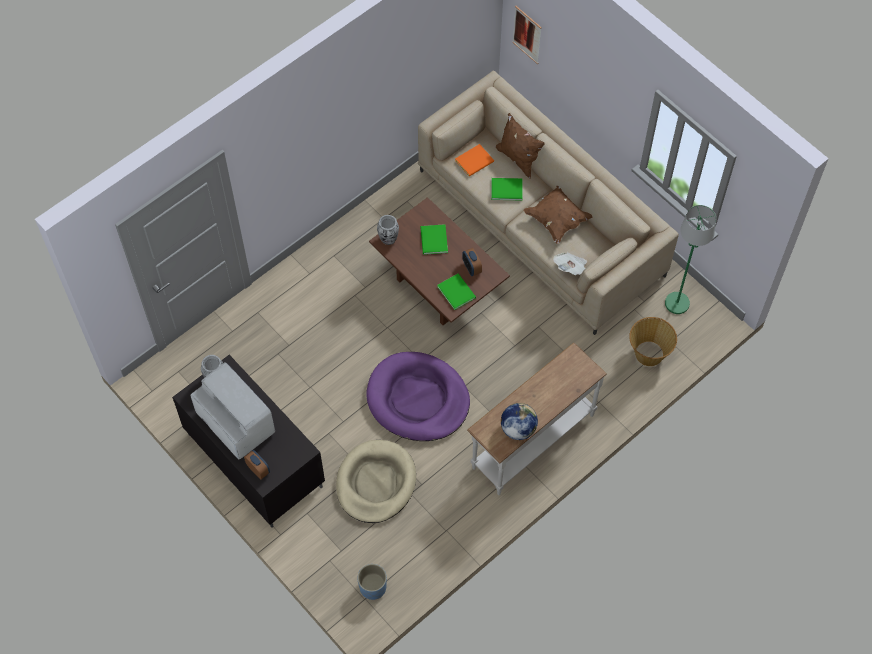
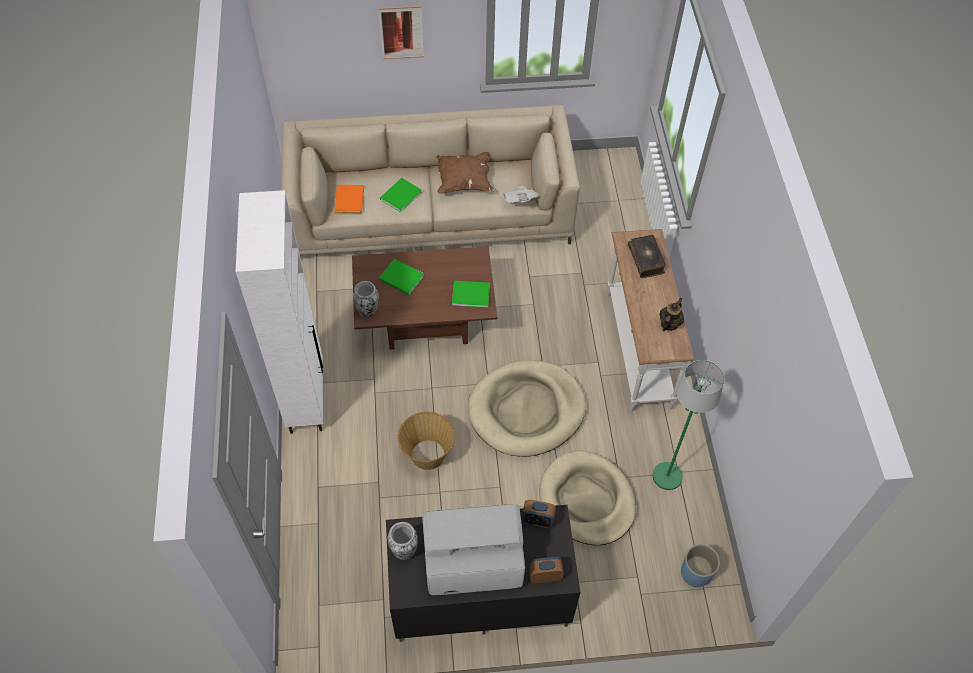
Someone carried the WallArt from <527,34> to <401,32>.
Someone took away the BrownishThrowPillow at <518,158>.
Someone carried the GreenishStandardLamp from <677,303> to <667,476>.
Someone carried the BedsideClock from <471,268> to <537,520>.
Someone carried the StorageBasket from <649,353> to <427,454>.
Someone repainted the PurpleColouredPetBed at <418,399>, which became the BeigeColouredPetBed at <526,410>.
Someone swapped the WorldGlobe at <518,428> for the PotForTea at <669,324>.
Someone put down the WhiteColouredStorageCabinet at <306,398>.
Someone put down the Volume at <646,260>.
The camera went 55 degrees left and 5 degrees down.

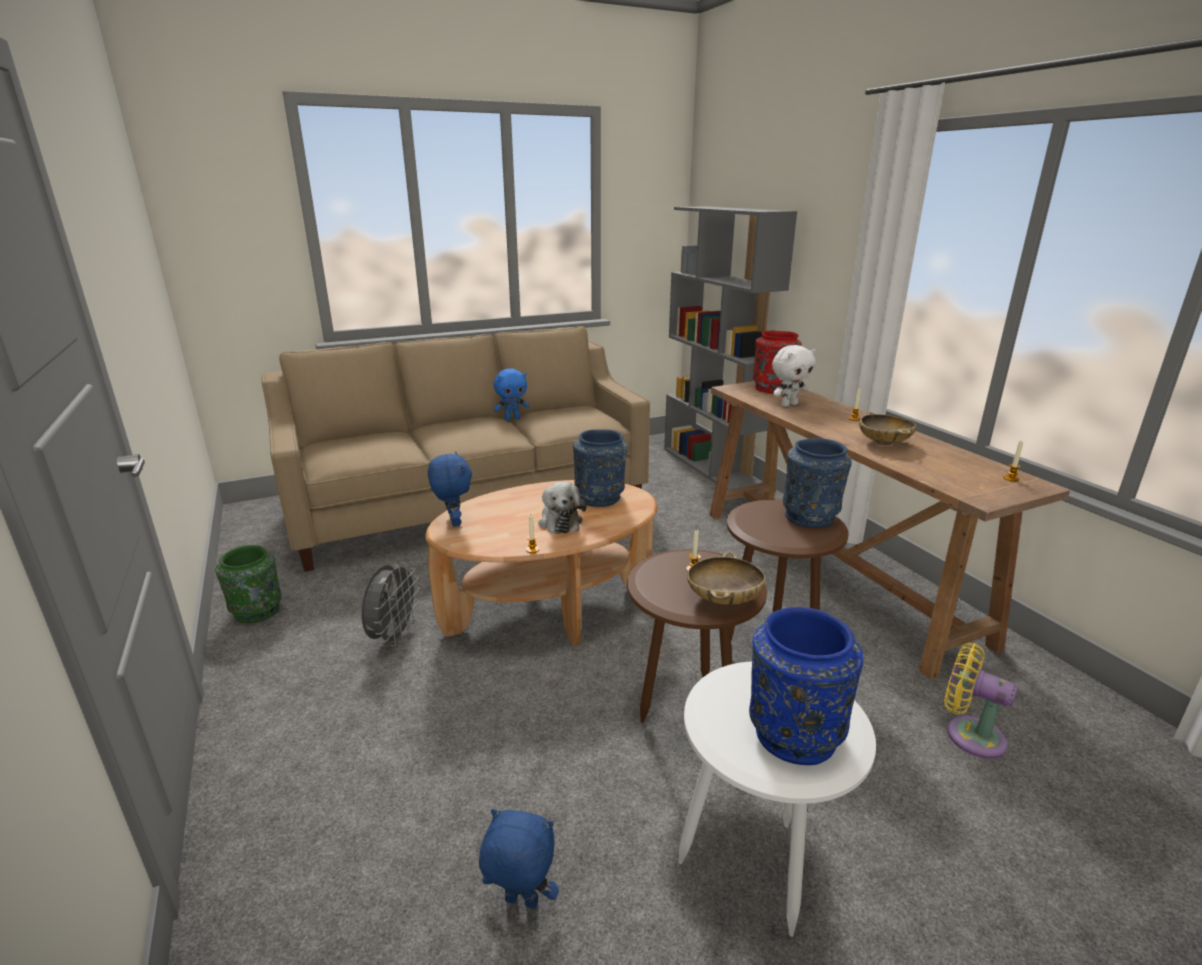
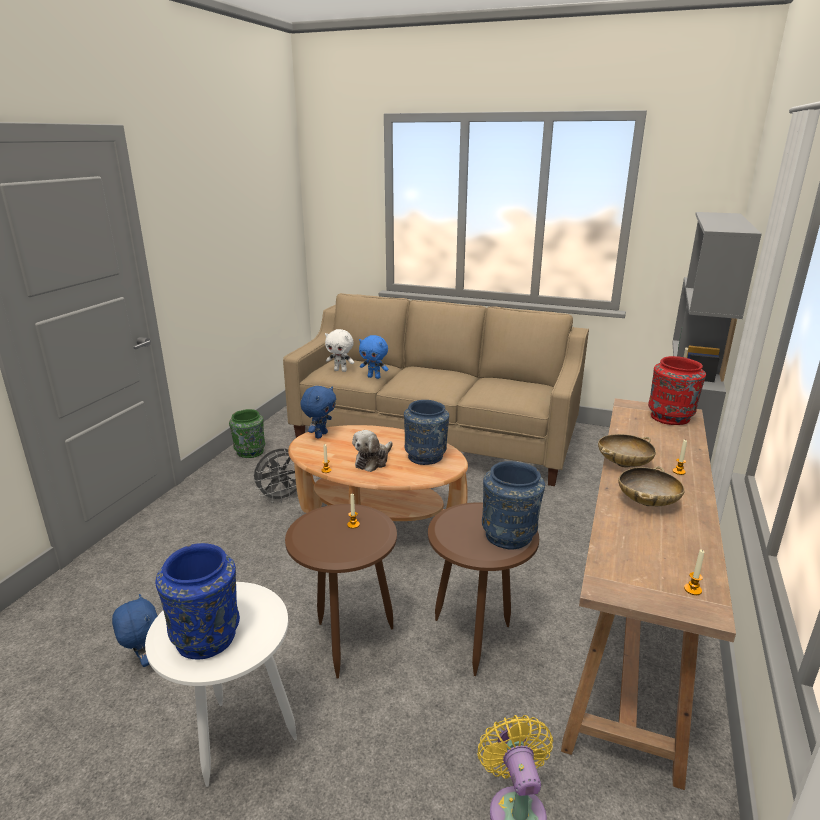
Someone carried the WhiteColouredSoftToy from <789,404> to <341,370>.
Someone carried the BlueColouredSoftToy from <512,418> to <374,377>.
Someone carried the BeigeColouredServingBowl from <723,599> to <623,464>.
The camera went 45 degrees right and 0 degrees up.

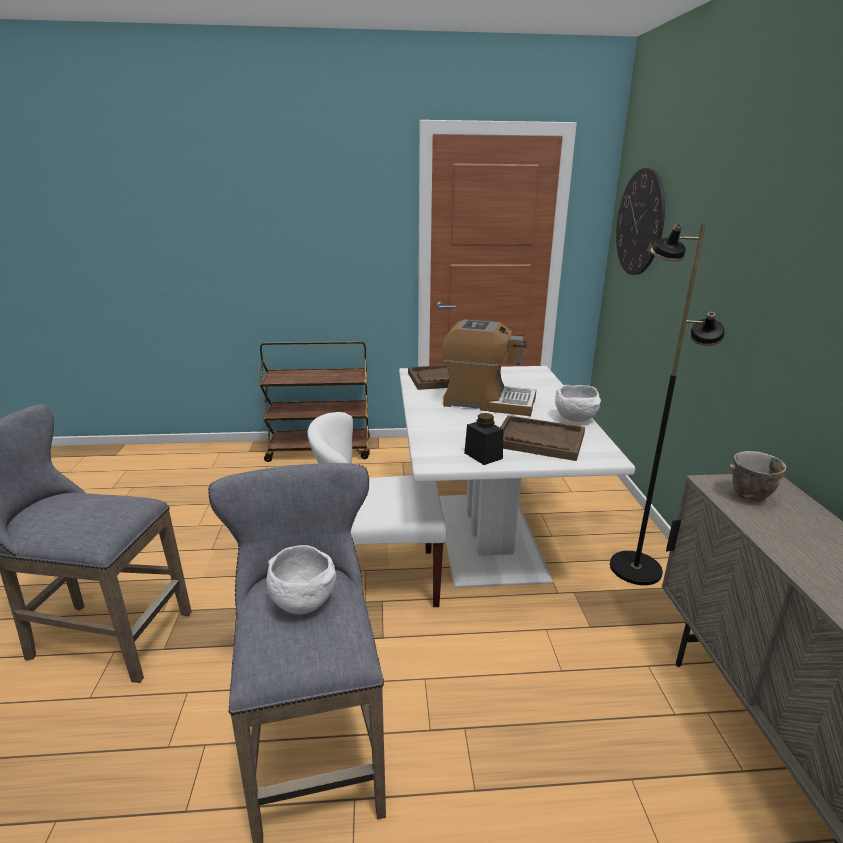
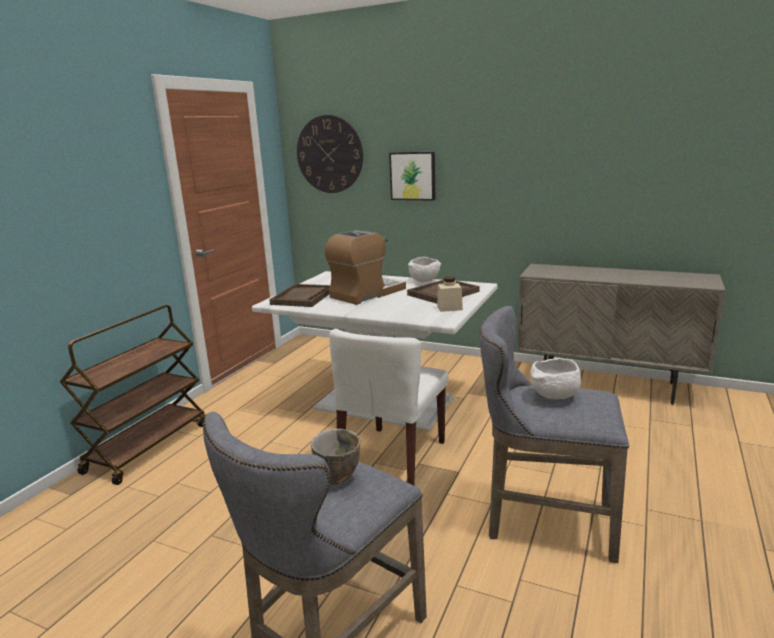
Someone took away the BlackishStandardLamp at <635,568>.
Someone repainted the BlackishPreserveJar at <483,455>, which became the BeigeColouredPreserveJar at <449,308>.
Someone carried the ServingBowl from <747,497> to <336,480>.
Someone put up the WallArt at <413,176>.
The camera went 60 degrees left and 5 degrees down.

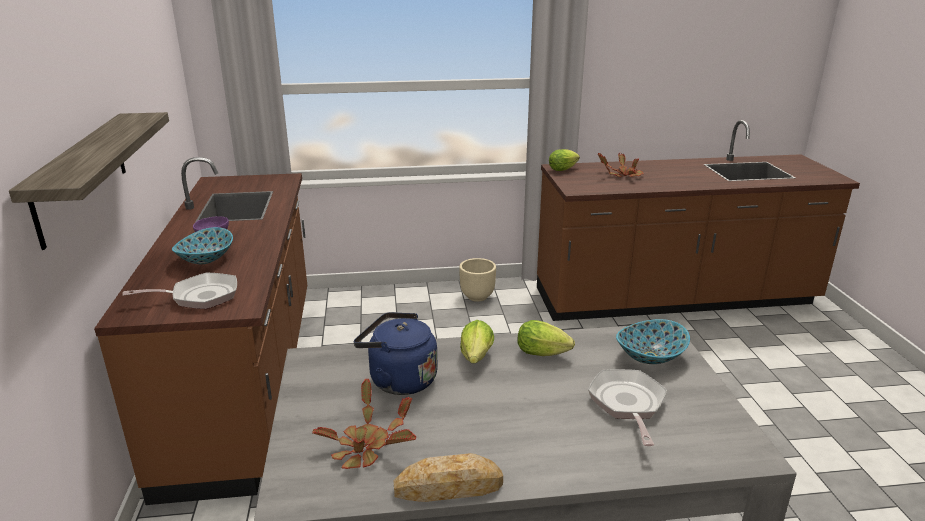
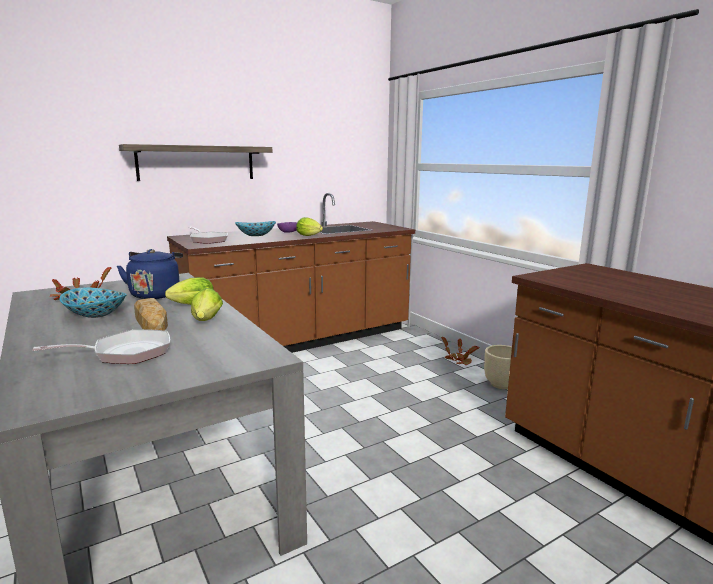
Someone carried the LettuceHead from <564,169> to <310,236>.
Someone carried the Houseplant from <622,175> to <458,360>.
Someone carried the ServingBowl from <649,356> to <96,314>.
Someone carried the Bread from <448,486> to <151,321>.
The camera went 65 degrees right and 10 degrees down.

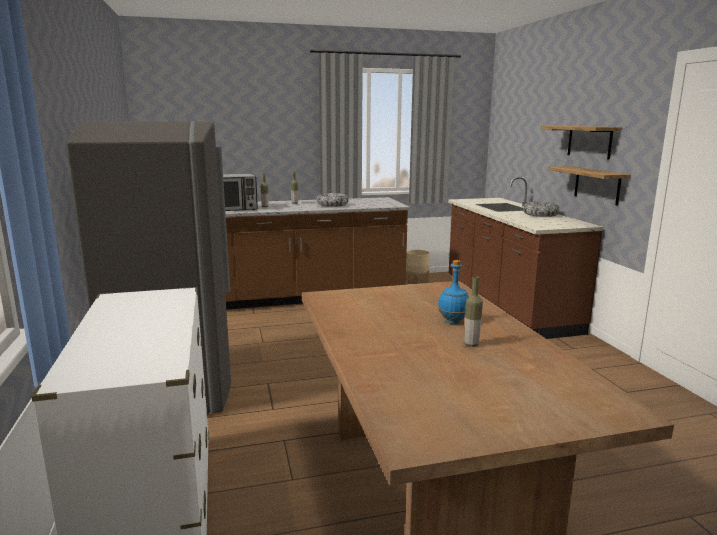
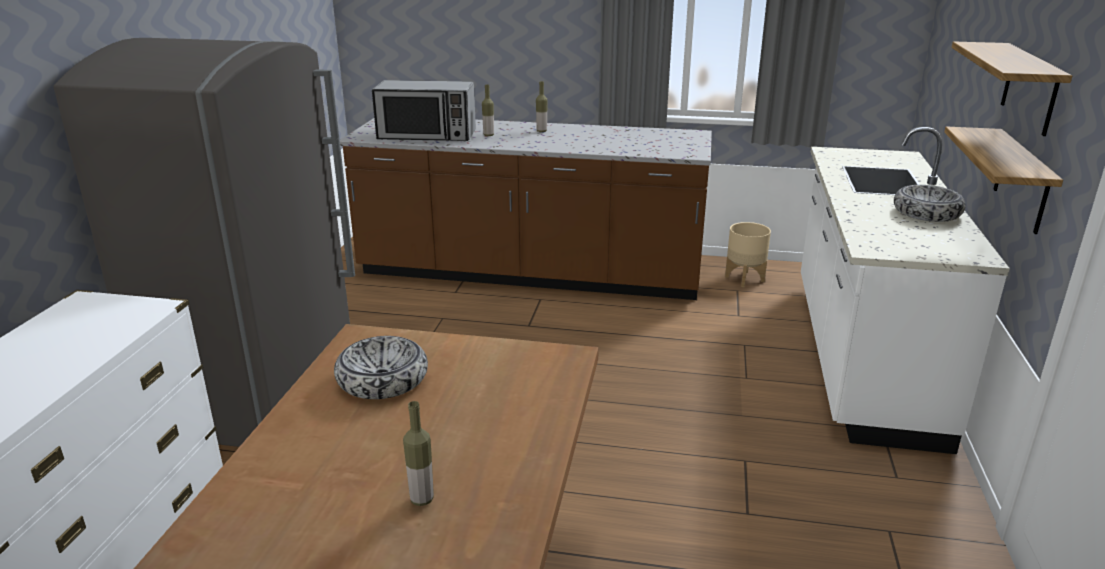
Someone repainted the BrownishKitchenCounter at <507,305>, which became the WhiteColouredKitchenCounter at <860,356>.
Someone carried the ServingBowl from <332,205> to <382,379>.
Someone took away the BlueColouredDrinkBottle at <453,321>.
The camera went 25 degrees right and 10 degrees up.

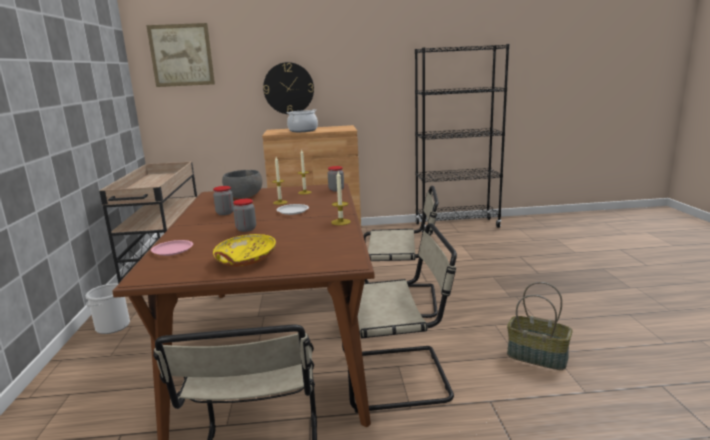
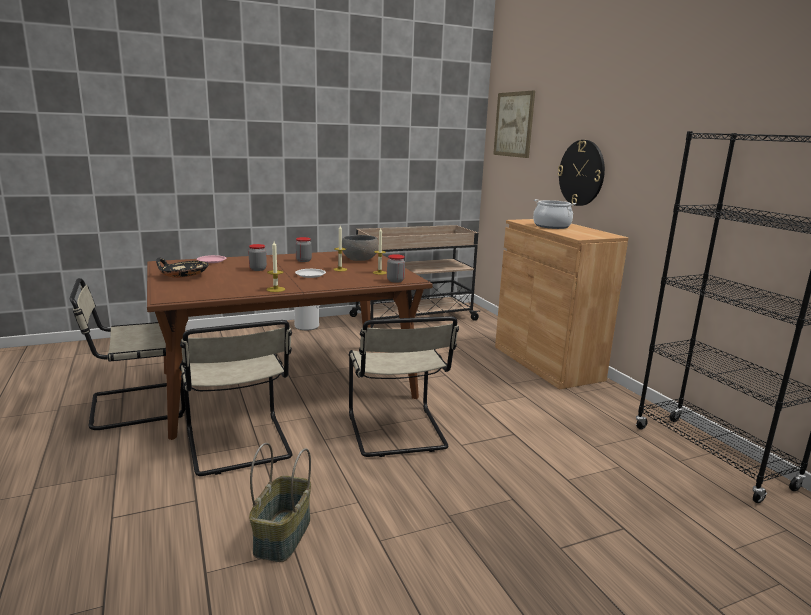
Someone repainted the YellowColouredServingBowl at <245,260>, which became the BlackishServingBowl at <183,276>.
The camera went 70 degrees right and 0 degrees up.

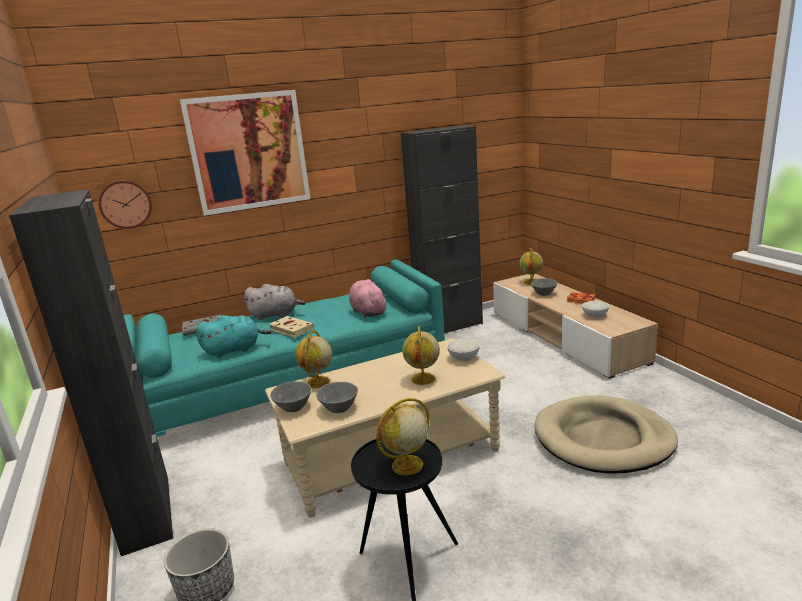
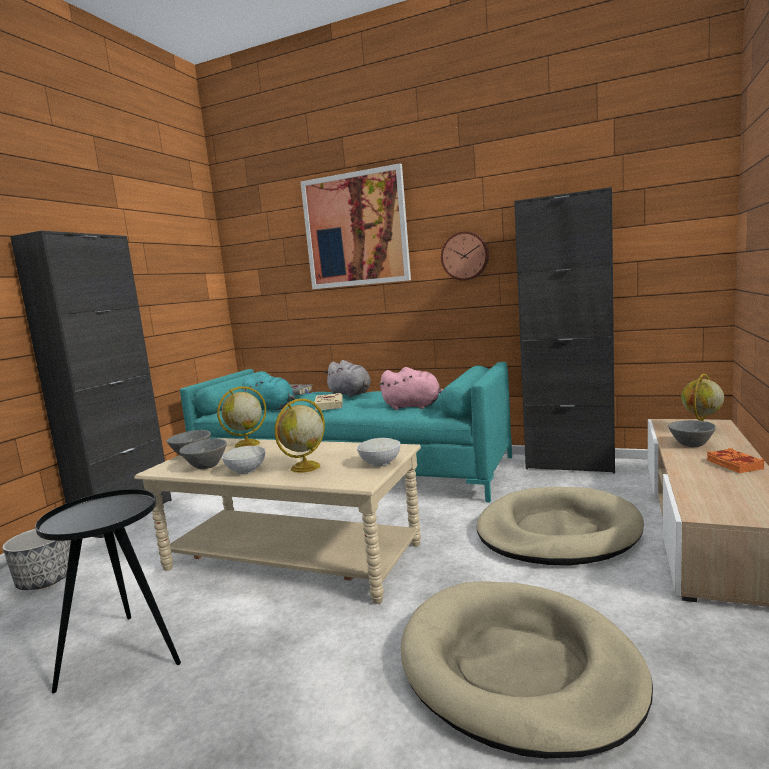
Someone carried the WallClock from <125,204> to <465,256>.
Someone rotated the PinkColouredSoftToy at <368,312> by 90 degrees clockwise.
Someone carried the WhiteColouredServingBowl from <595,315> to <245,470>.
Someone took away the WorldGlobe at <406,466>.
Someone put down the BeigeColouredPetBed at <557,532>.
The camera went 45 degrees right and 10 degrees down.

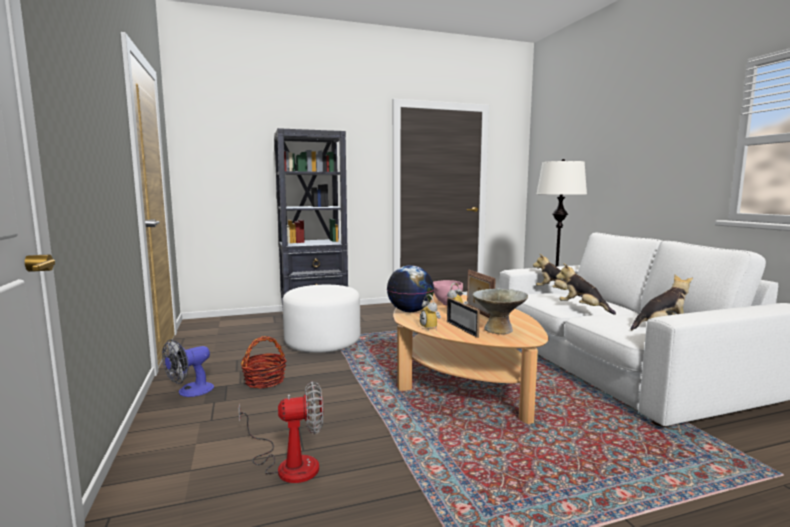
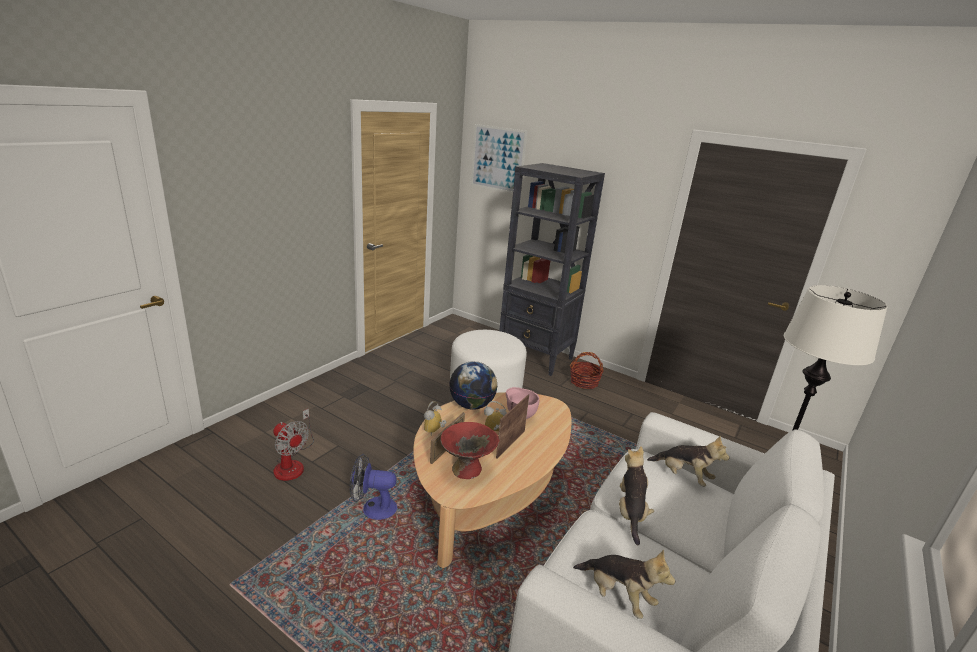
Someone rotated the SoftToy at <555,292> by 120 degrees clockwise.
Someone repainted the GreyishServingBowl at <498,329>, which became the RedServingBowl at <467,469>.
Someone carried the StorageBasket from <265,381> to <584,382>.
Someone carried the Fan from <190,392> to <373,508>.
Someone put up the WallArt at <498,159>.
The camera went 50 degrees right and 15 degrees up.

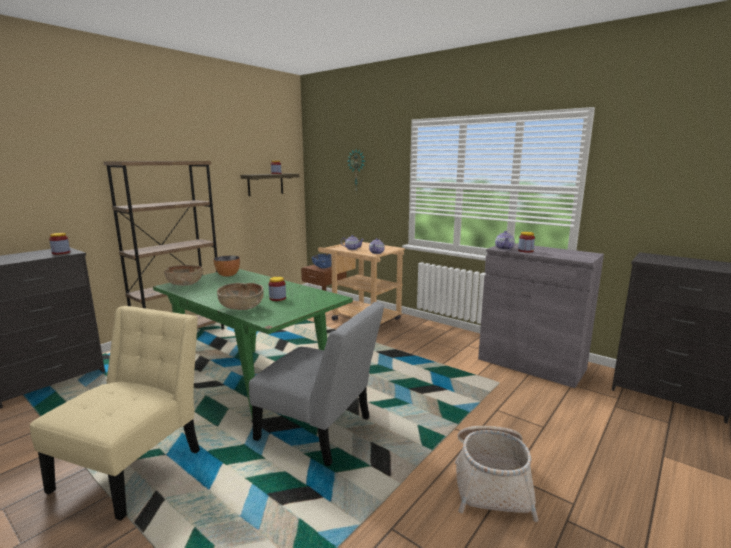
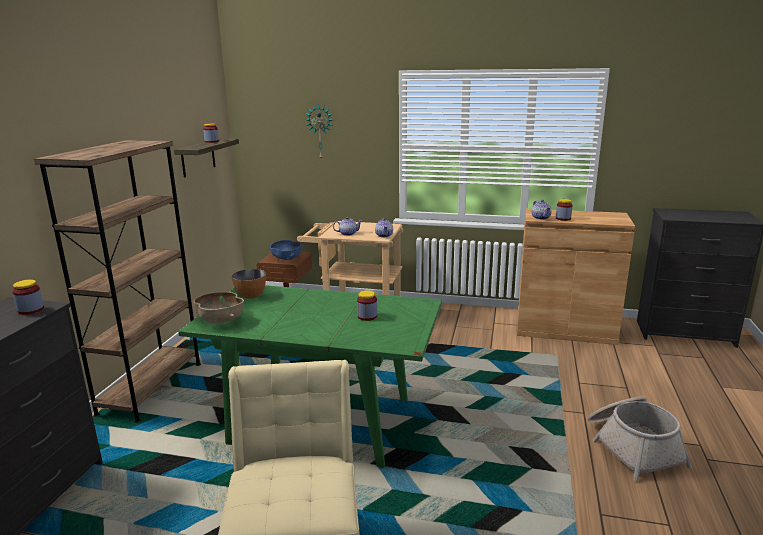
Someone repainted the GreyishStorageCabinet at <531,364>, which became the BrownishStorageCabinet at <565,329>.
Someone took away the BrownishServingBowl at <242,308>.
Someone took away the GreyishChair at <319,431>.
The camera went 25 degrees left and 5 degrees up.

